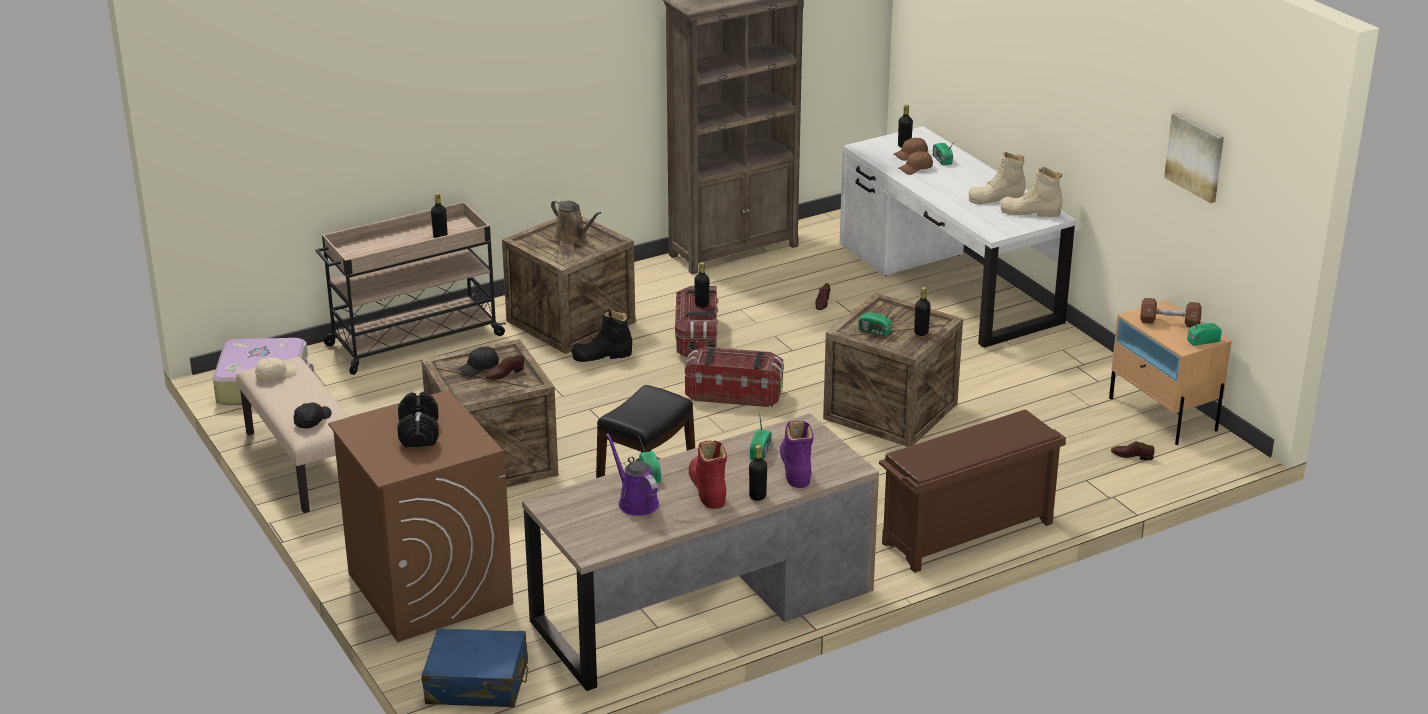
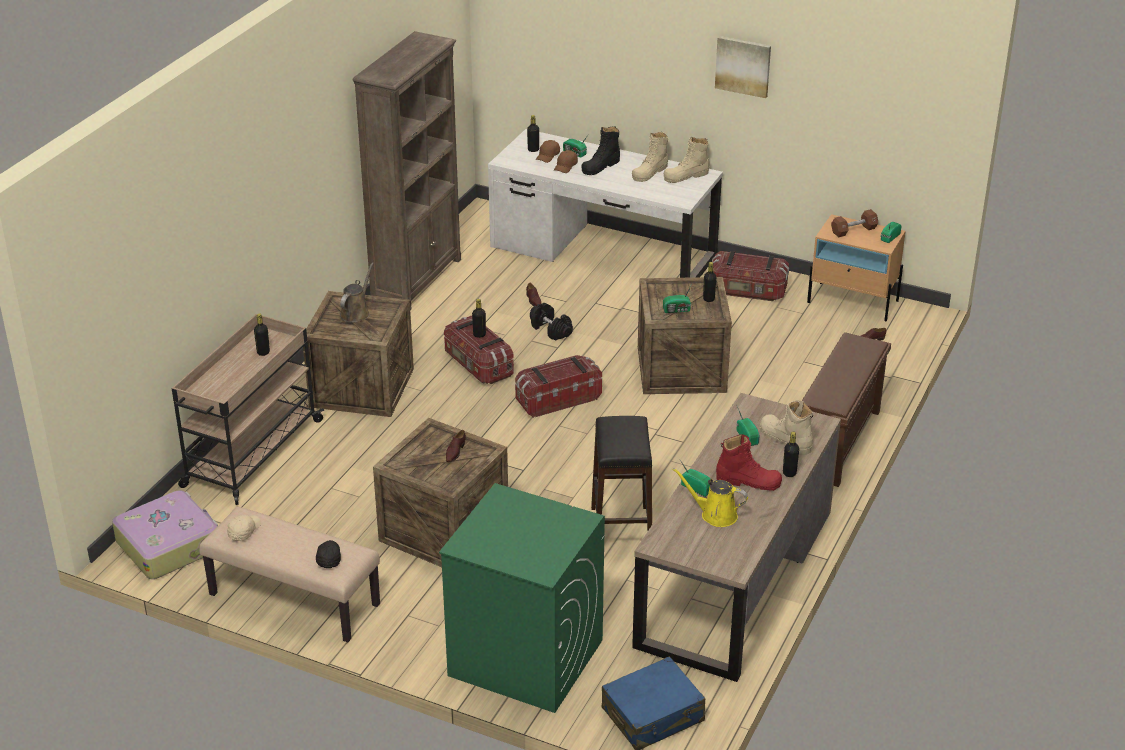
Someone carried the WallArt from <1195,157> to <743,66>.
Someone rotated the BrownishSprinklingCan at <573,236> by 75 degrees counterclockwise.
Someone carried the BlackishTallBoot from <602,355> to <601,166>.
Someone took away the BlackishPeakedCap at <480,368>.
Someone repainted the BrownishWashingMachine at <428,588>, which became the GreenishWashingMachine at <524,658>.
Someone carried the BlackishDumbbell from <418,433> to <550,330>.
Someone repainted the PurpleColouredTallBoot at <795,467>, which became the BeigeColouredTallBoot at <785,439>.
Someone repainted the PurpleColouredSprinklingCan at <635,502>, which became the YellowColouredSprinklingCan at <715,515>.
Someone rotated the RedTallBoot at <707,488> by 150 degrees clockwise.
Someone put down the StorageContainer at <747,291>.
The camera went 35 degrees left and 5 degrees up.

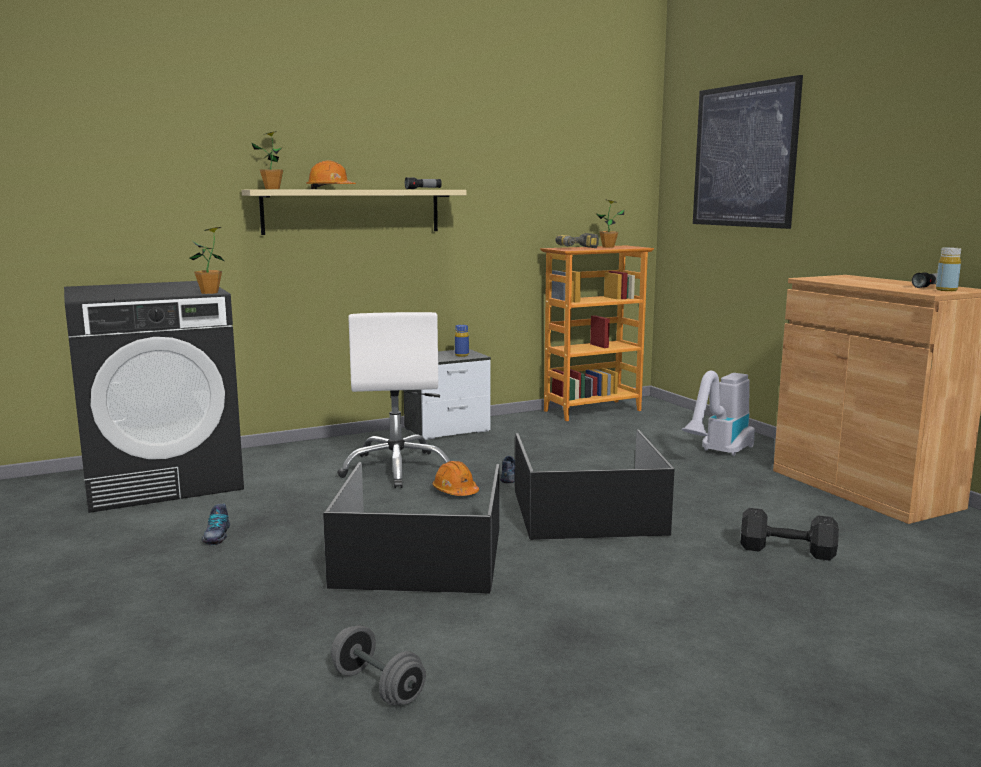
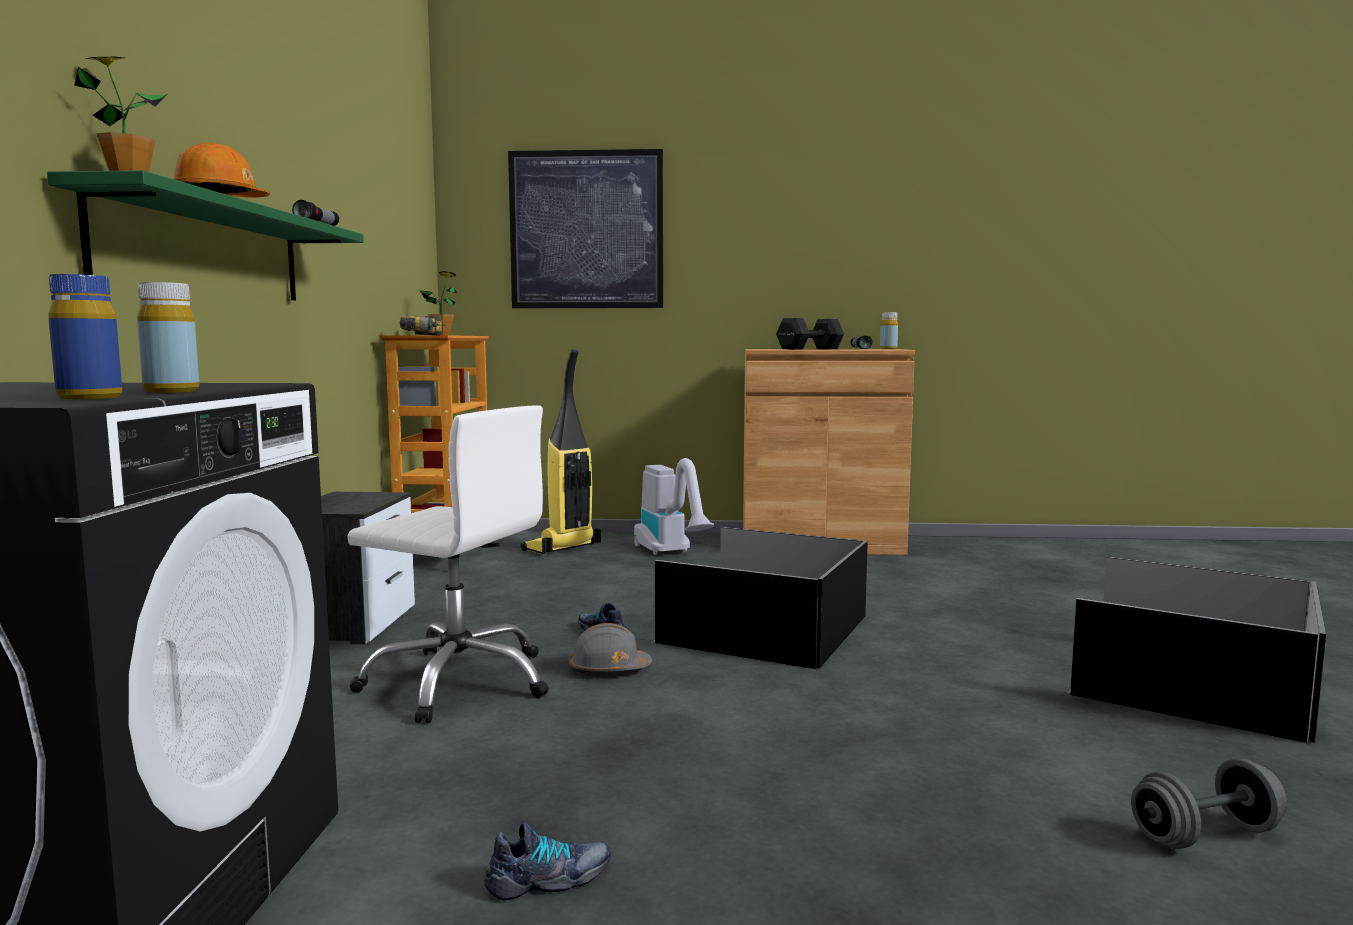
Someone repainted the BeigeColouredShelf at <352,211>, which became the GreenishShelf at <206,251>.
Someone took away the Houseplant at <209,292>.
Someone carried the BlueColouredDrinkBottle from <461,355> to <90,397>.
Someone repainted the OrangeColouredSafetyHelmet at <455,491>, which became the GreyishSafetyHelmet at <609,669>.
Someone carried the BlackishStorageContainer from <422,557> to <1191,682>.
Someone rotated the ItemOfFootwear at <216,535> by 45 degrees counterclockwise.
Someone carried the BlackishDumbbell from <789,551> to <811,349>.
Someone put down the YellowColouredDrinkBottle at <171,391>.
Someone put down the VacuumCleaner at <562,548>.
The camera went 60 degrees left and 5 degrees down.

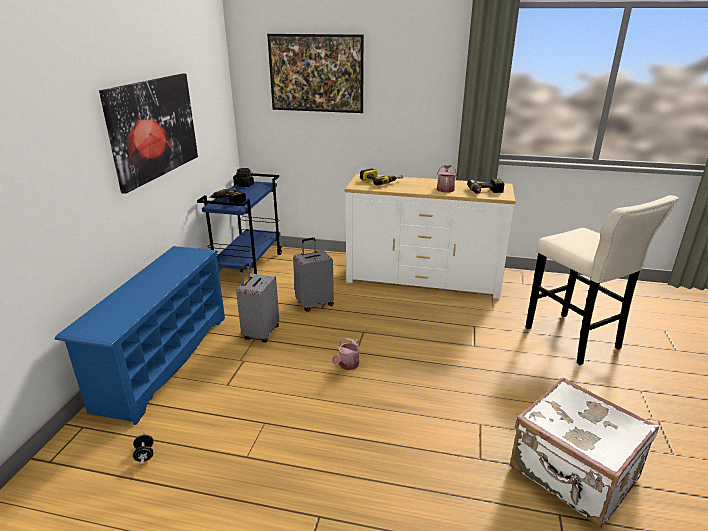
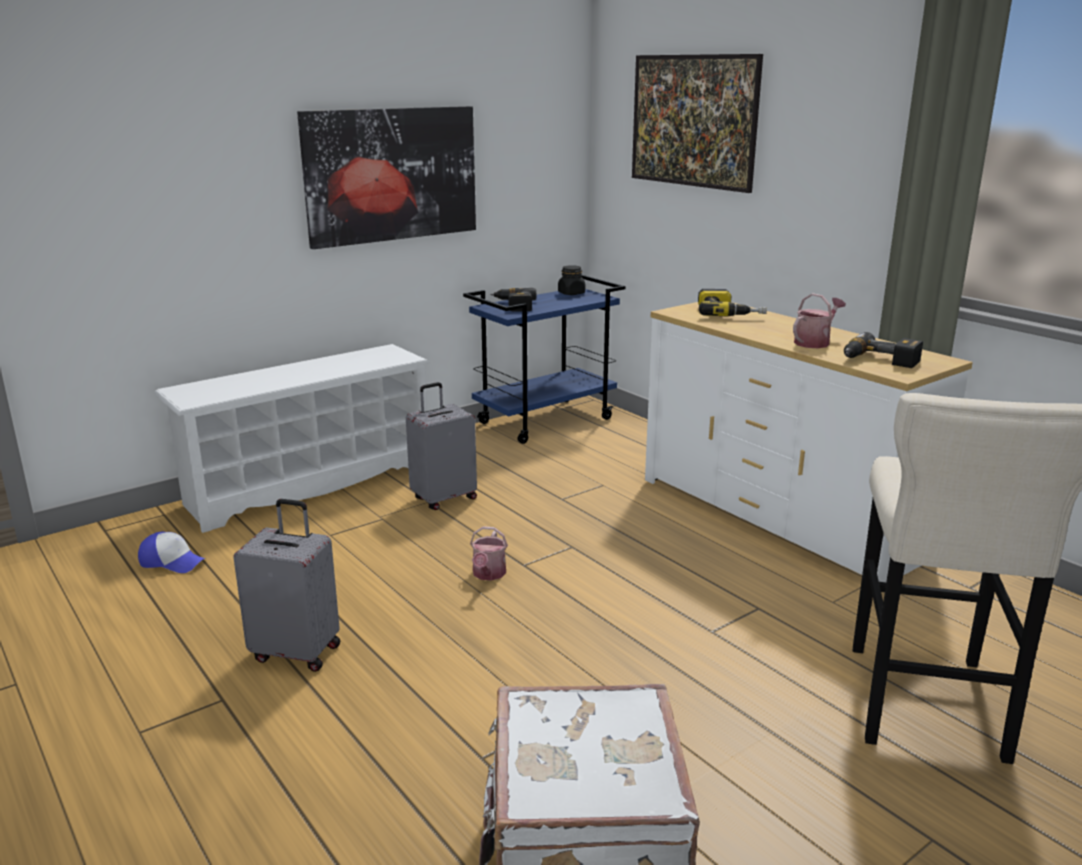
Someone carried the GreyishSuitcase from <314,304> to <297,651>.
Someone repainted the BlueColouredShoeShelf at <163,359>, which became the WhiteColouredShoeShelf at <309,485>.
Someone rotated the SprinklingCan at <347,365> by 60 degrees counterclockwise.
Someone swapped the BlackishDumbbell at <145,455> for the PeakedCap at <172,561>.
The camera went 40 degrees right and 5 degrees down.

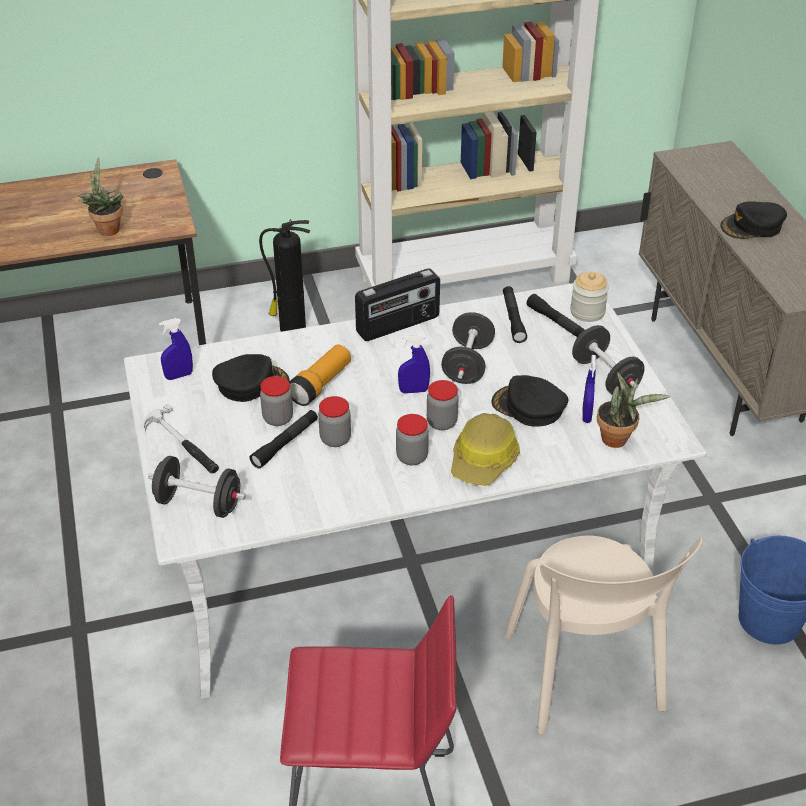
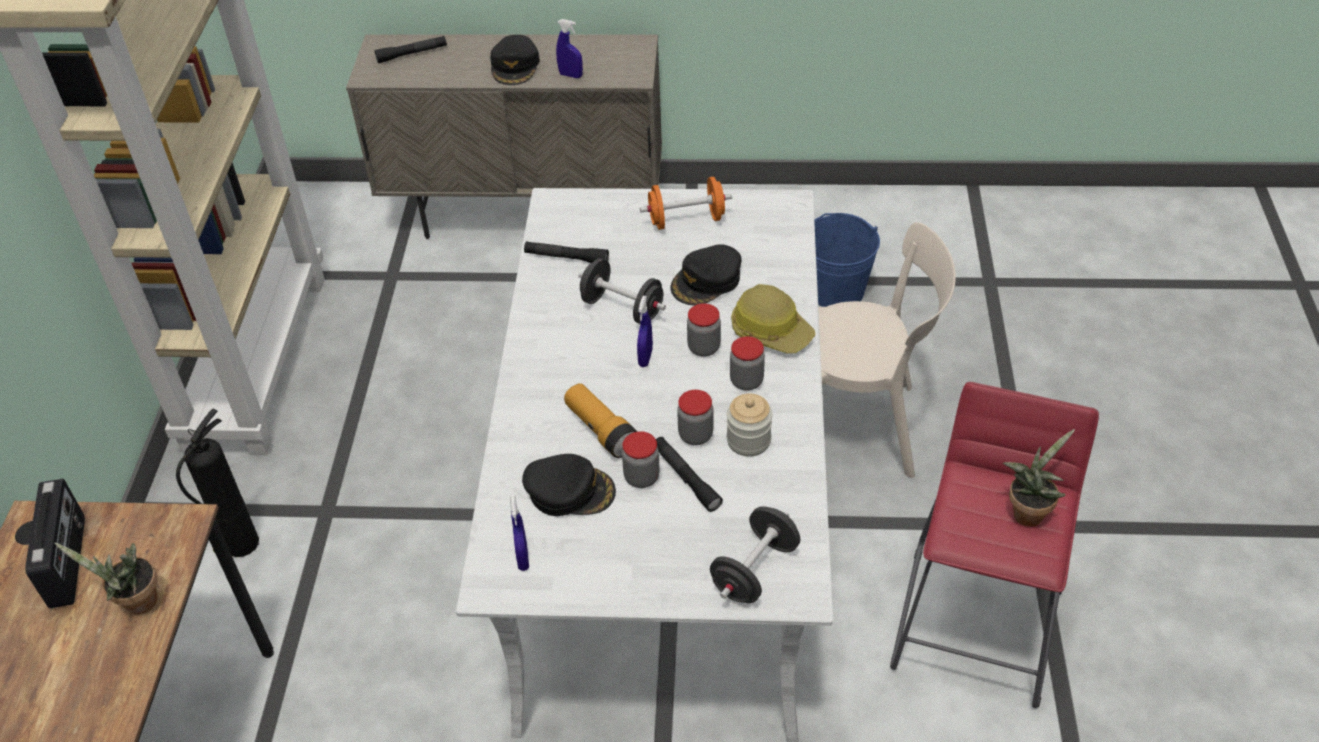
Someone carried the RadioReceiver from <398,325> to <69,562>.
Someone carried the PreserveJar from <587,312> to <748,440>.
Someone carried the BlackishFlashlight from <557,323> to <412,54>.
Someone repainted the BlackishDumbbell at <605,377>, which became the OrangeColouredDumbbell at <686,220>.
Someone rotated the BlackishPeakedCap at <251,383> by 90 degrees clockwise.
Someone carried the BlueColouredSprayer from <586,415> to <570,75>.
Someone carried the Houseplant from <618,439> to <1028,511>.
Someone took away the Hammer at <183,444>.
The camera went 70 degrees left and 5 degrees up.

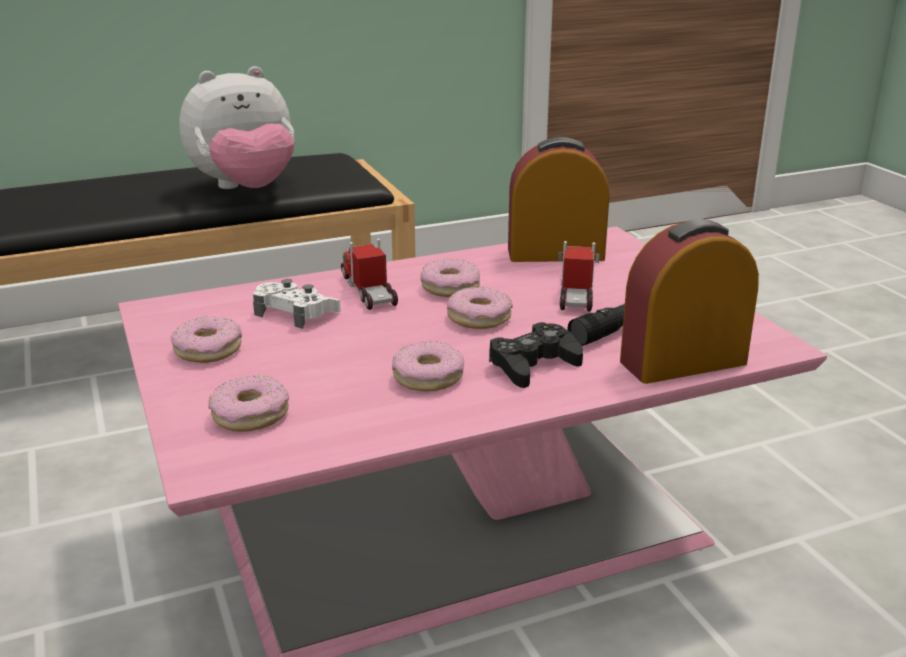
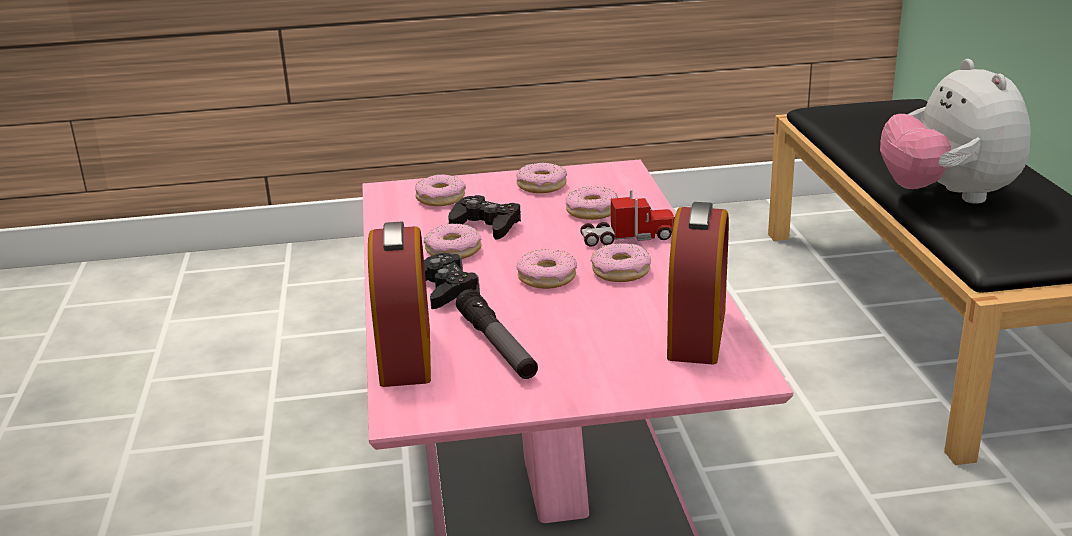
Someone took away the ToyTruck at <576,292>.
Someone swapped the WhiteColouredGamepad at <296,313> for the RingDoughnut at <592,211>.
Someone put down the BlackishGamepad at <486,225>.
The camera went 105 degrees right and 0 degrees up.

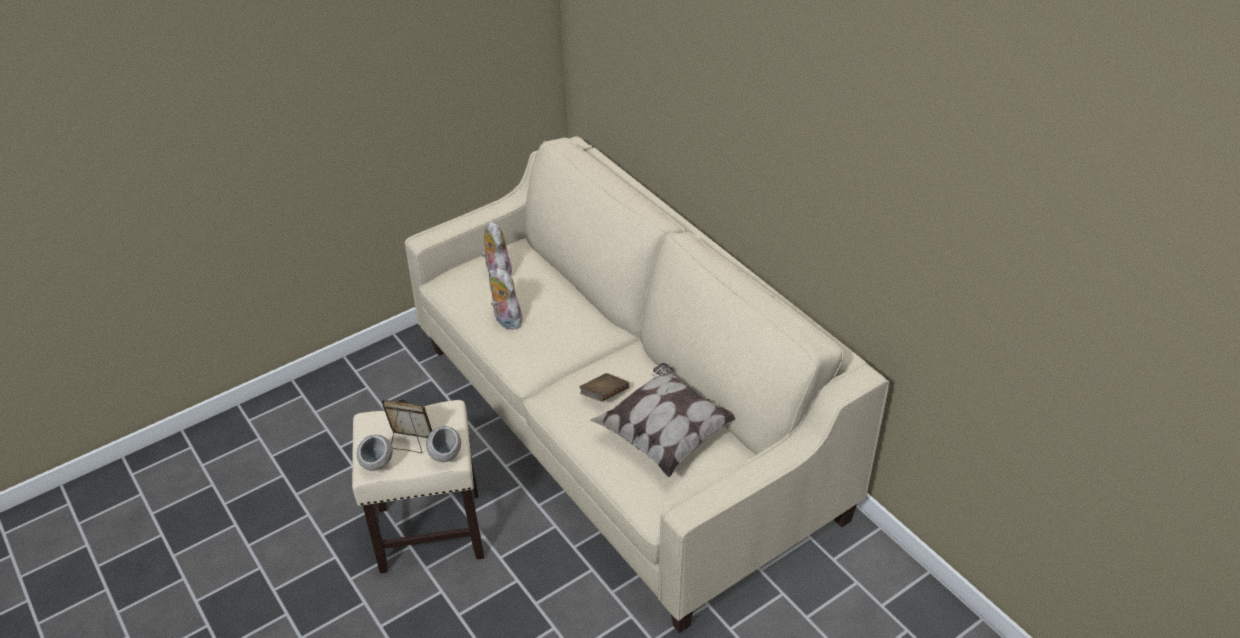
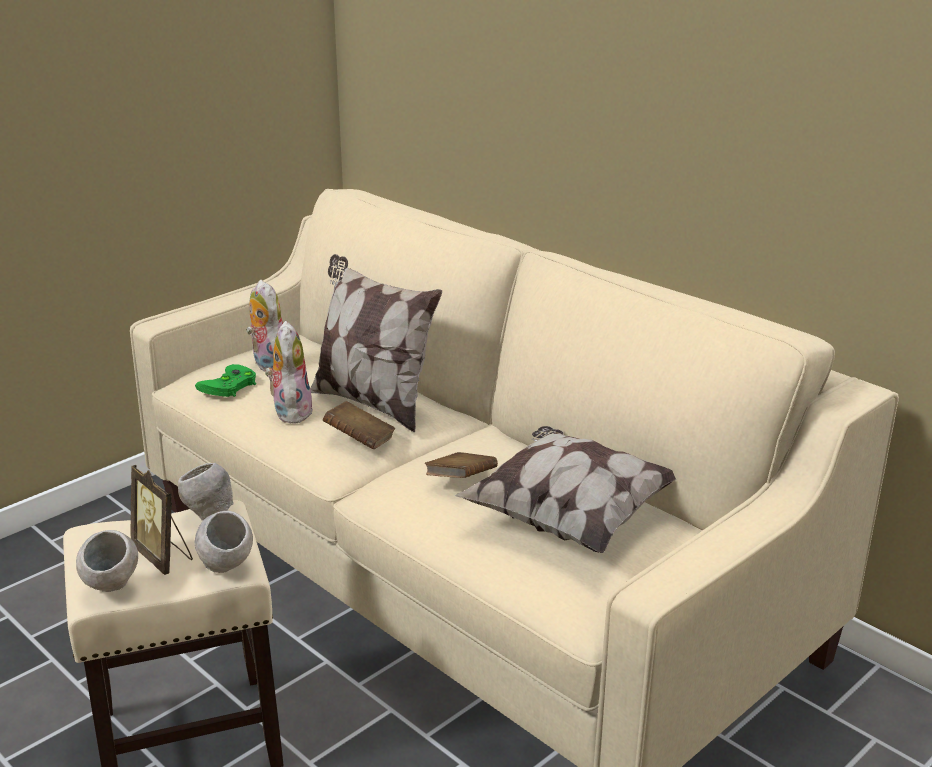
Someone rotated the SoftToy at <505,320> by 45 degrees clockwise.
Someone rotated the PhotoFrame at <410,443> by 135 degrees counterclockwise.
Someone put down the ThrowPillow at <373,402>.
Someone put down the GreenishGamepad at <228,386>.
Someone put down the BrownishVolume at <359,440>.
Someone put down the GreyishServingBowl at <208,515>.
The camera went 10 degrees left and 15 degrees down.

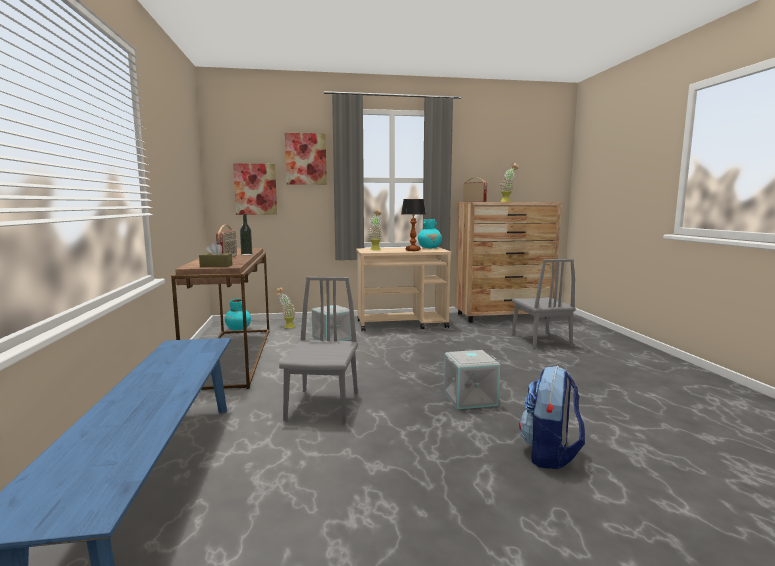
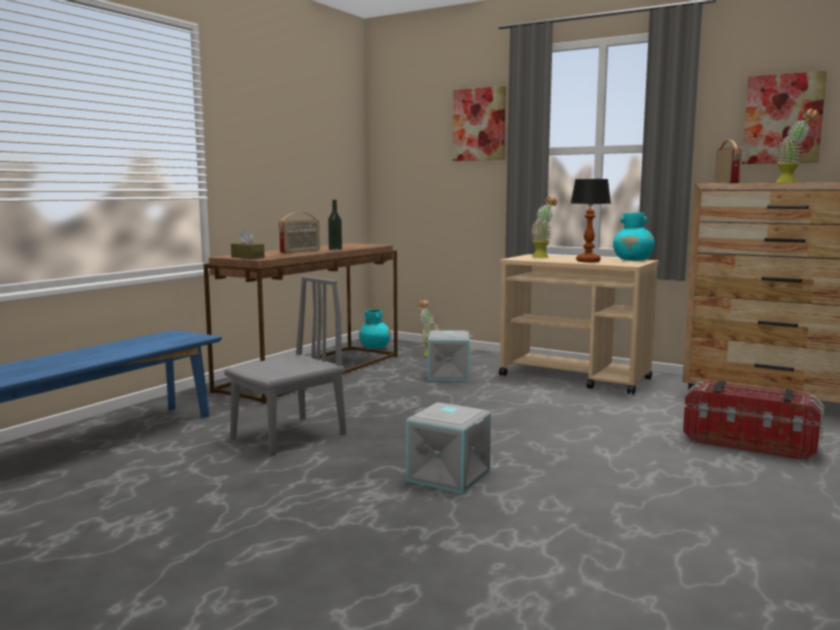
Someone carried the WallArt from <255,189> to <783,119>.
Someone swapped the GreyishChair at <540,341> for the StorageContainer at <749,443>.
Someone took away the Backpack at <550,454>.
The camera went 40 degrees right and 0 degrees up.

